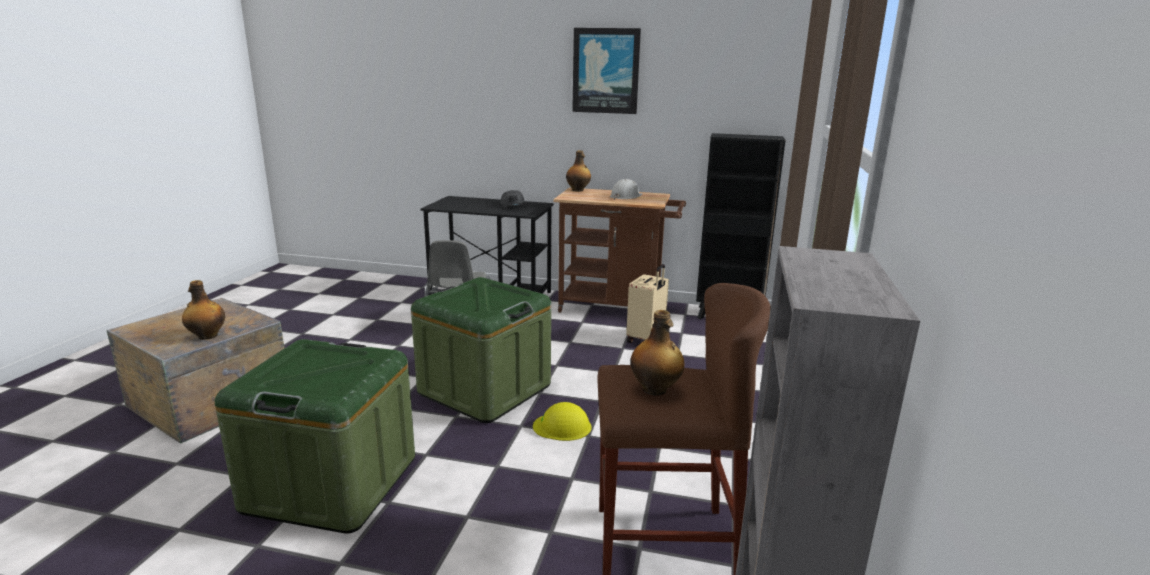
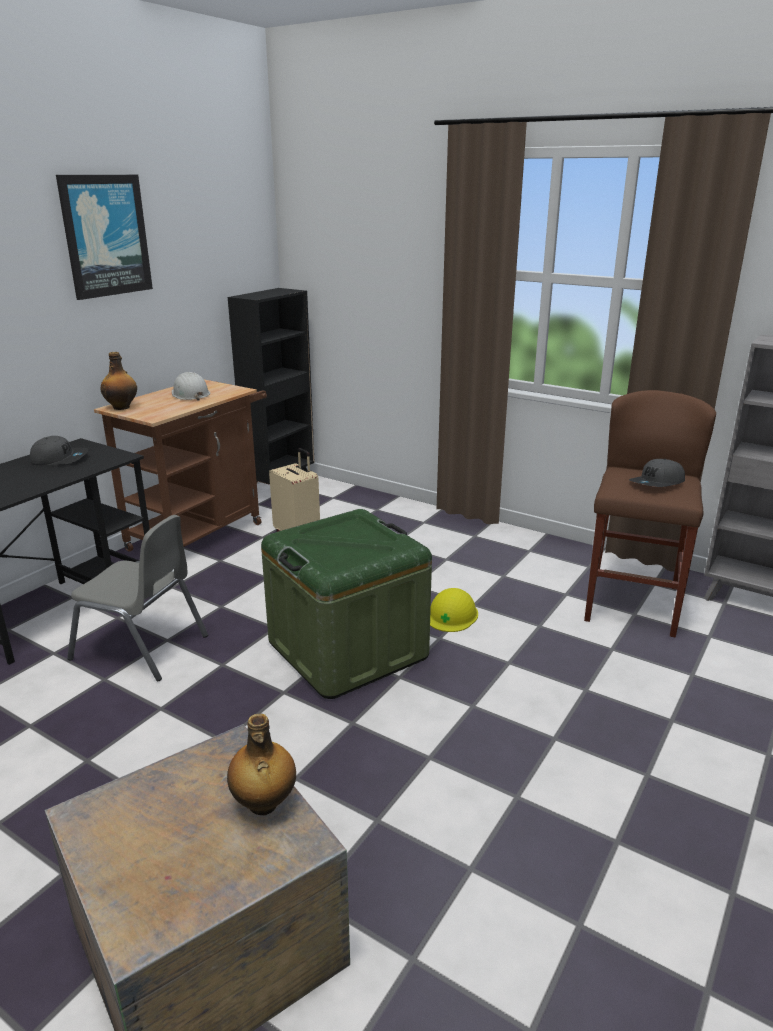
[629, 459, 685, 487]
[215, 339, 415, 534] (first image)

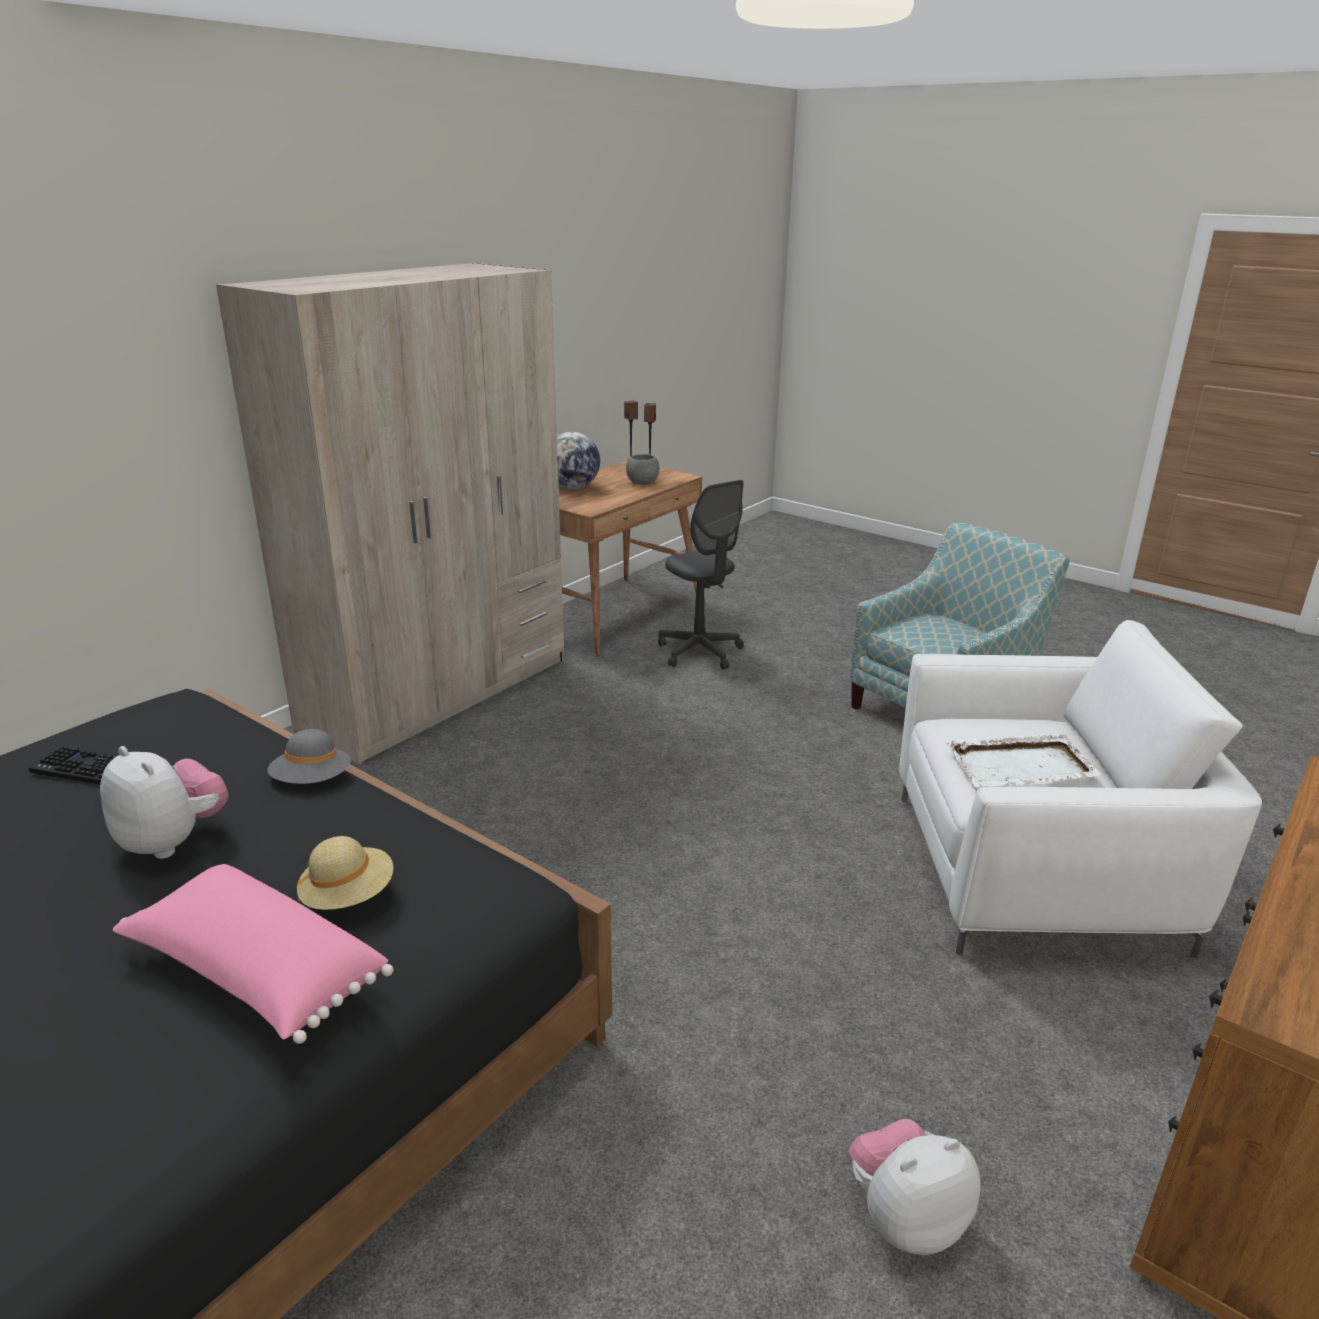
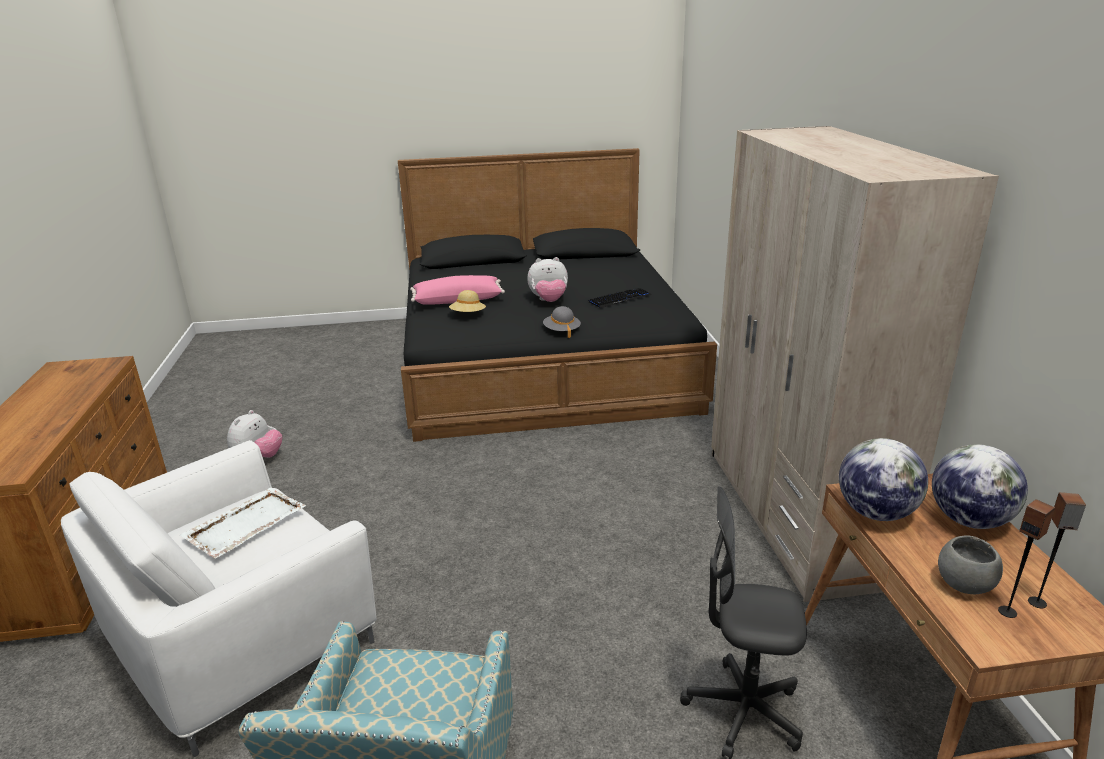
[839, 438, 928, 521]

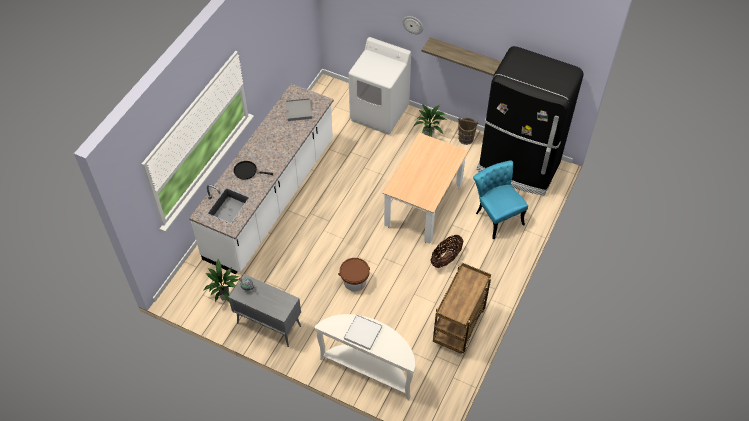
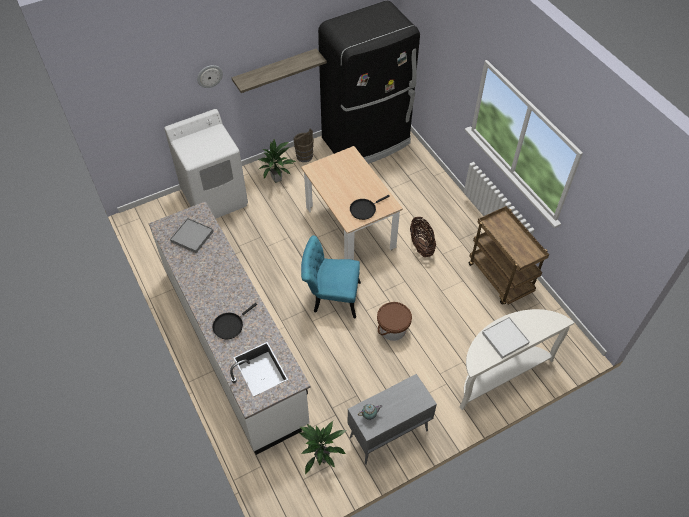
[301, 235, 361, 319]
[350, 195, 390, 220]

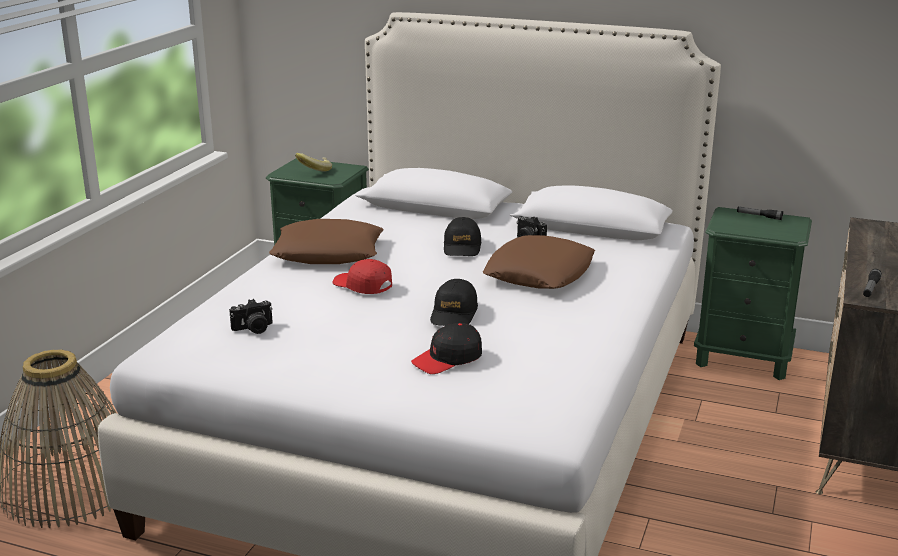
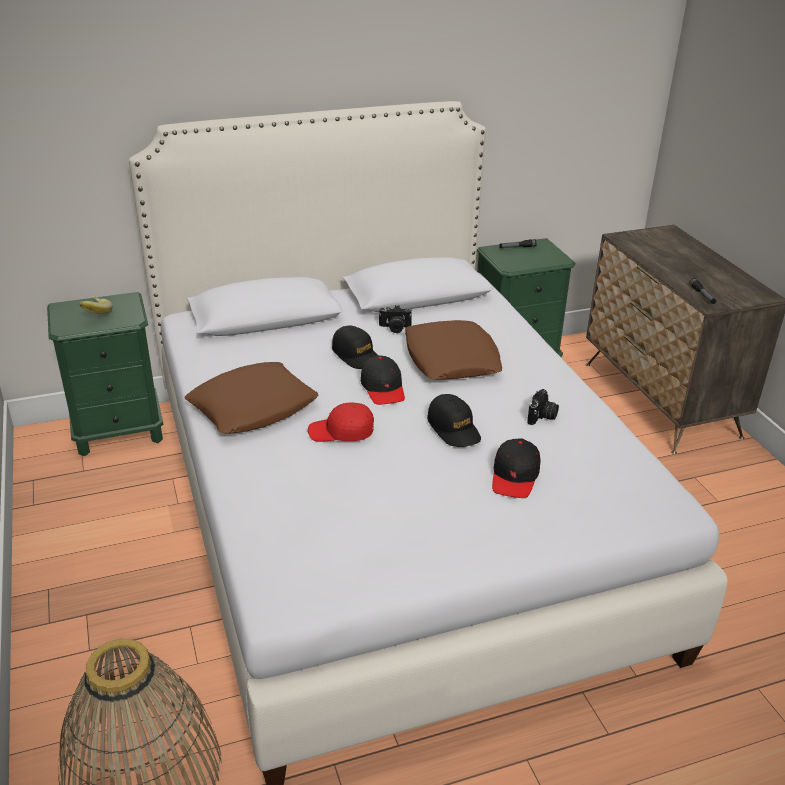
[527, 389, 559, 425]
[361, 355, 405, 405]

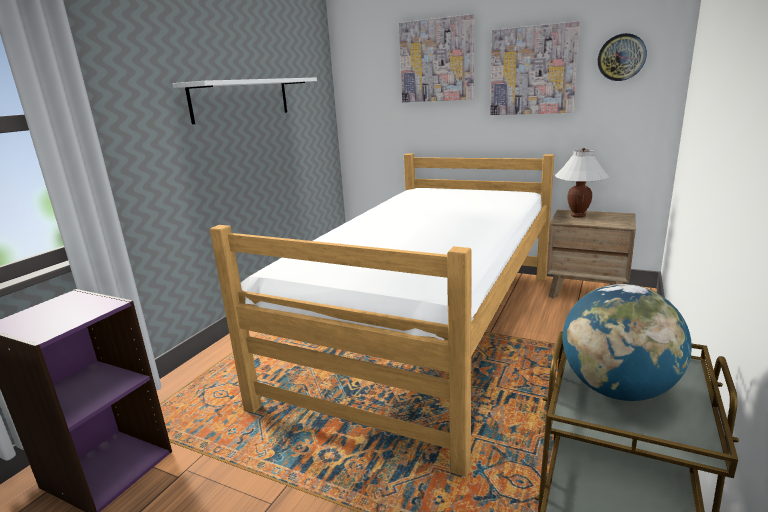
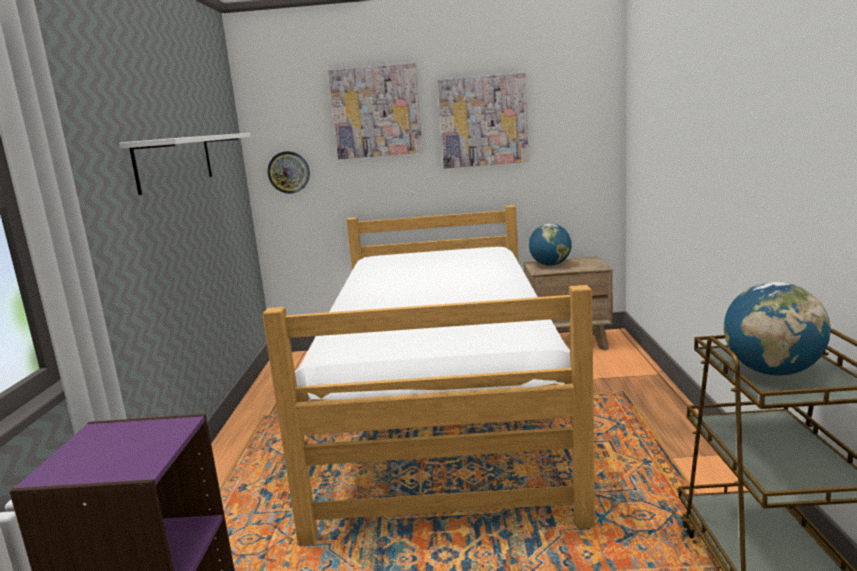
[267, 151, 310, 194]
[529, 224, 572, 266]

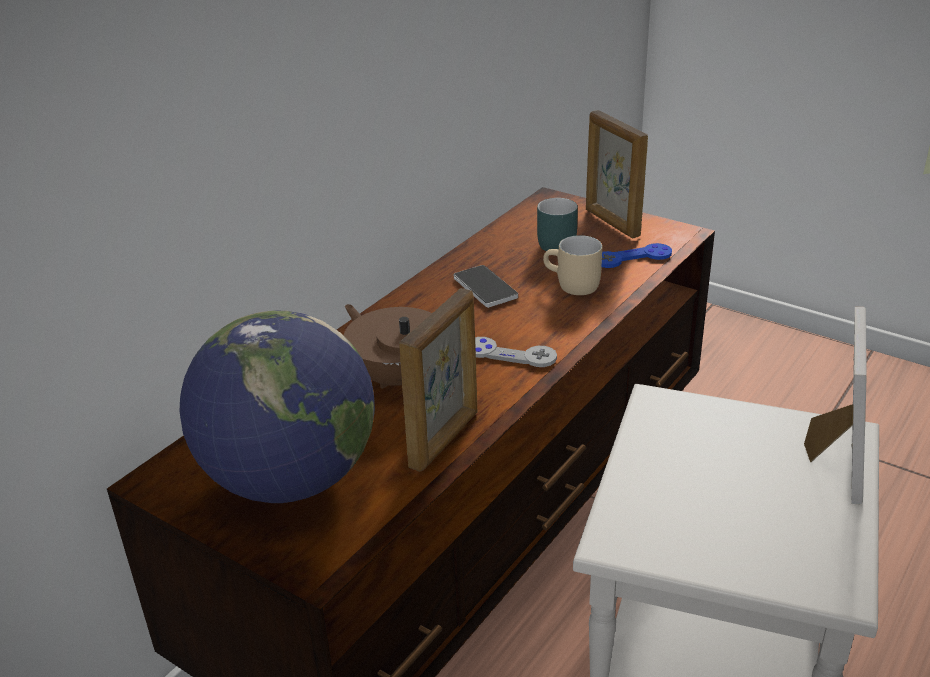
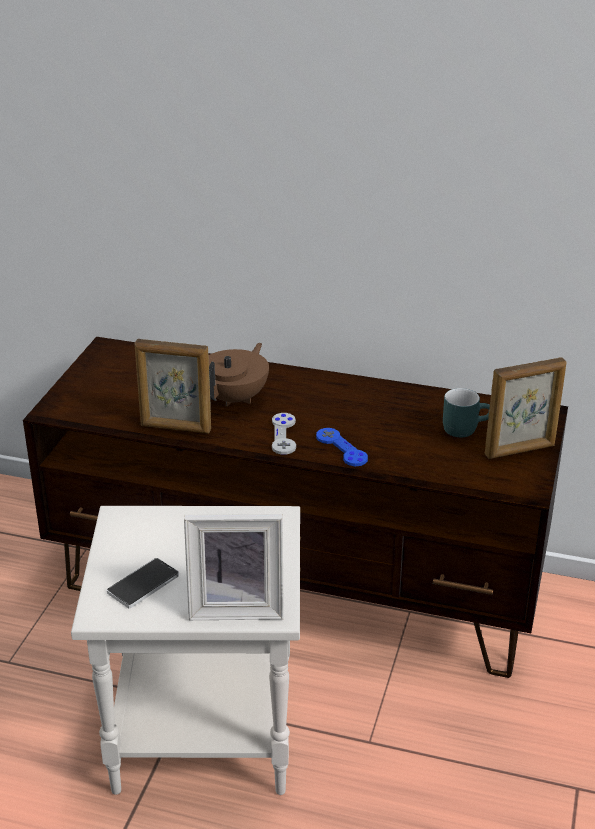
[485, 357, 566, 459]
[543, 235, 602, 295] (first image)
[316, 428, 368, 466]
[107, 558, 179, 608]
[180, 310, 375, 503] (first image)

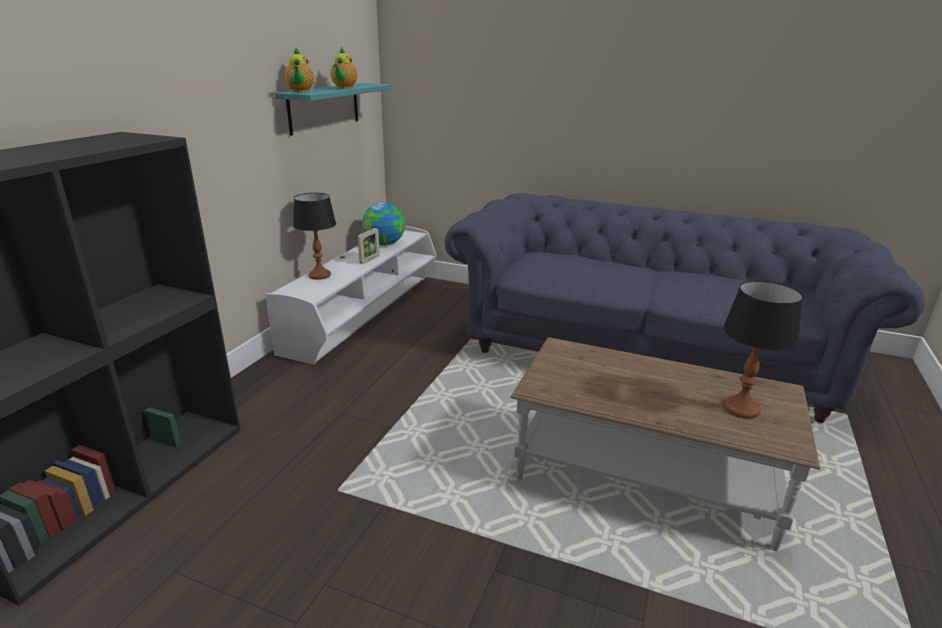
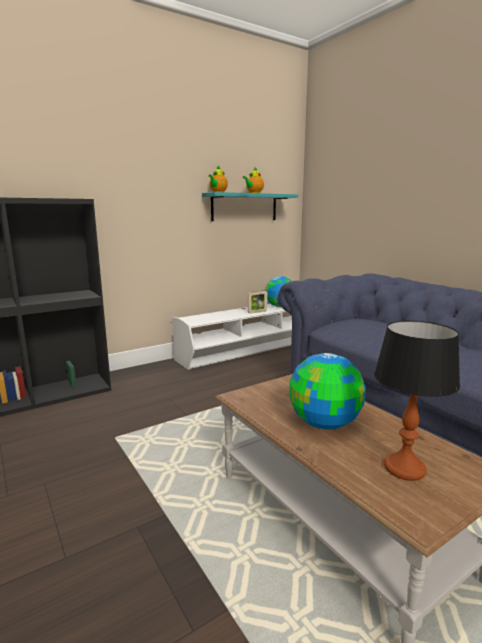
[293, 193, 336, 280] (first image)
[289, 353, 366, 429]

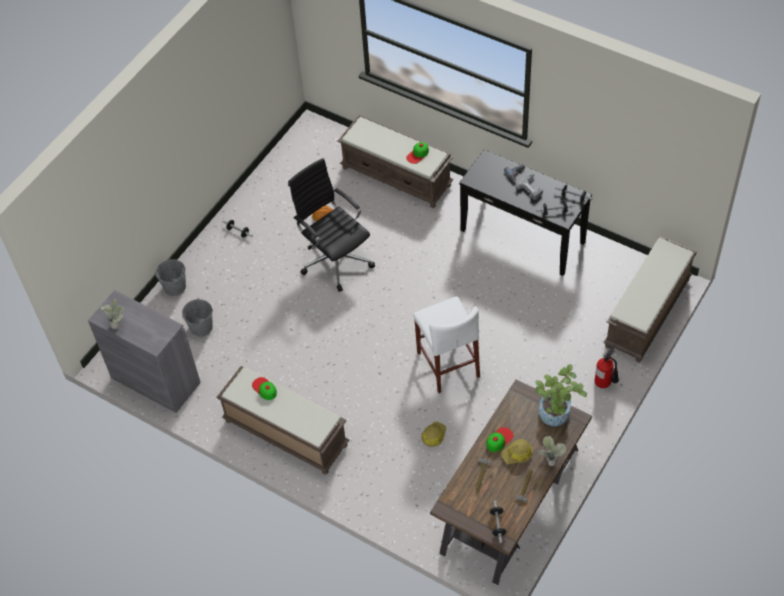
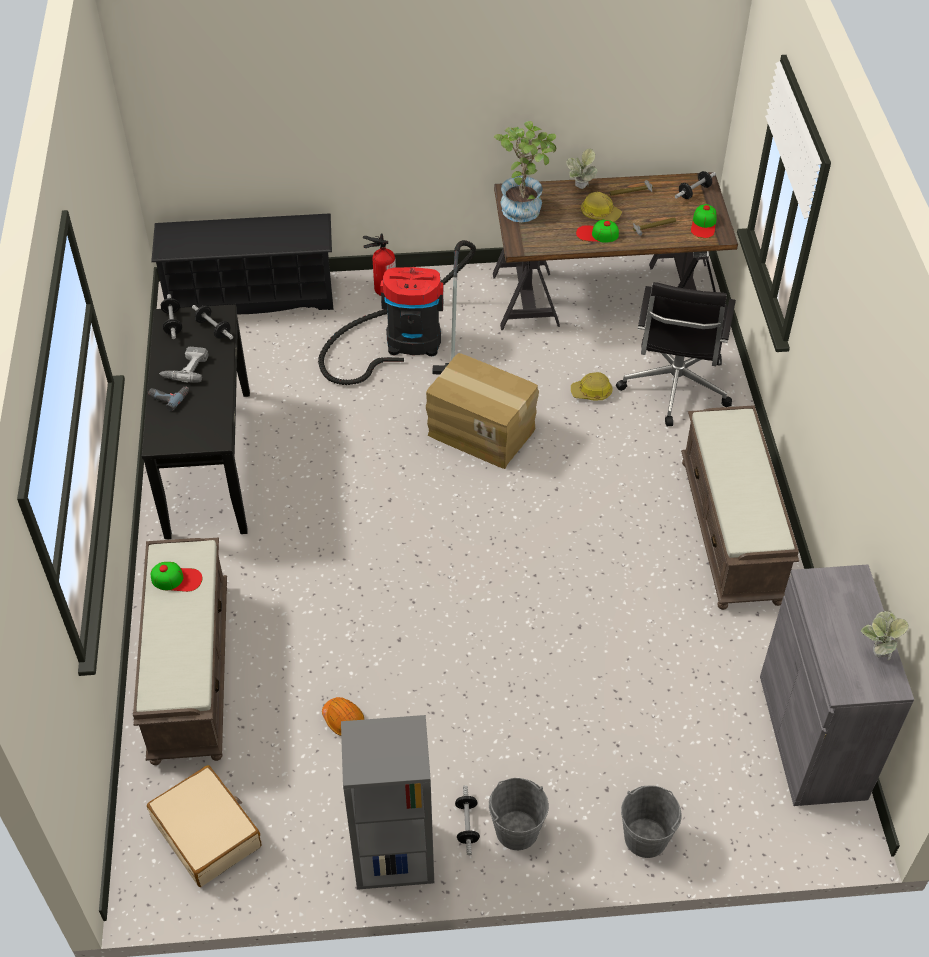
[616, 282, 736, 426]
[151, 213, 333, 314]
[426, 353, 539, 469]
[489, 778, 549, 850]
[691, 204, 717, 238]
[318, 240, 476, 385]
[341, 715, 434, 890]
[147, 765, 261, 887]

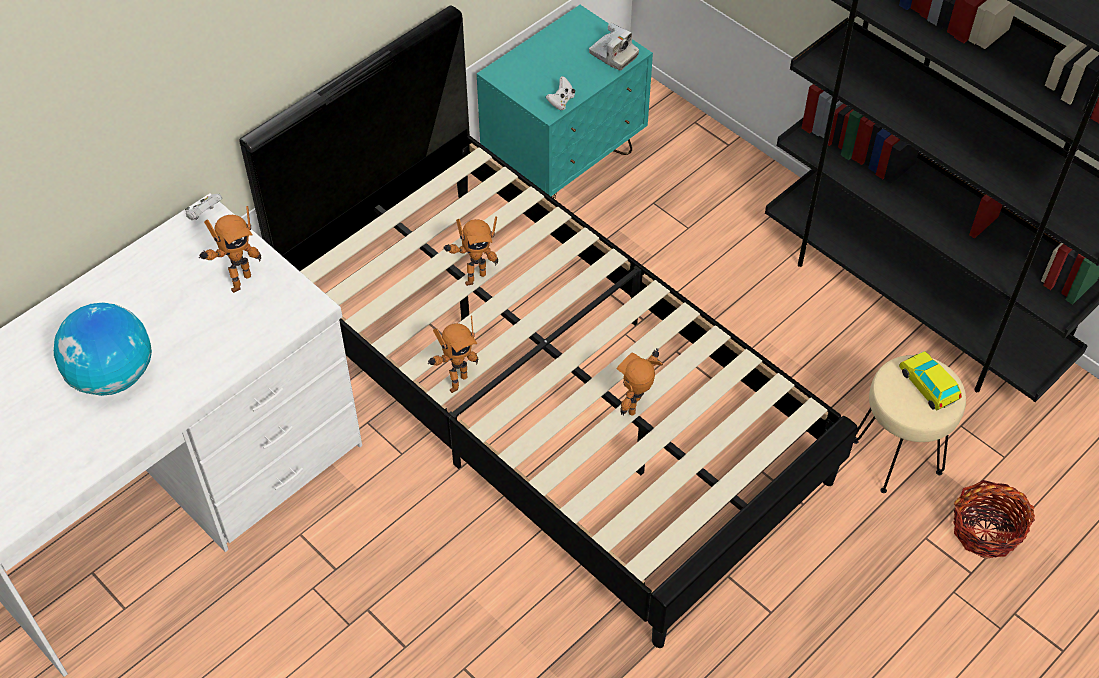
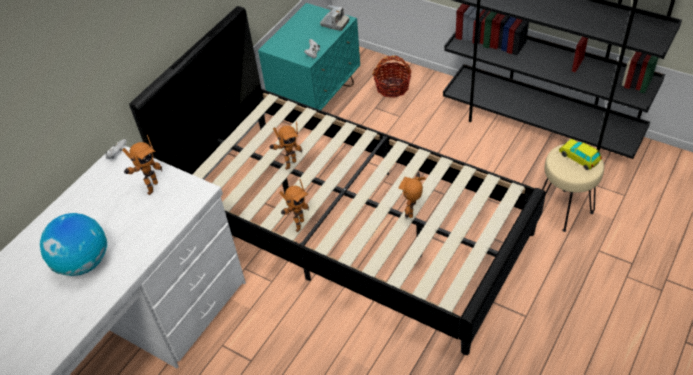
[372, 56, 412, 98]

